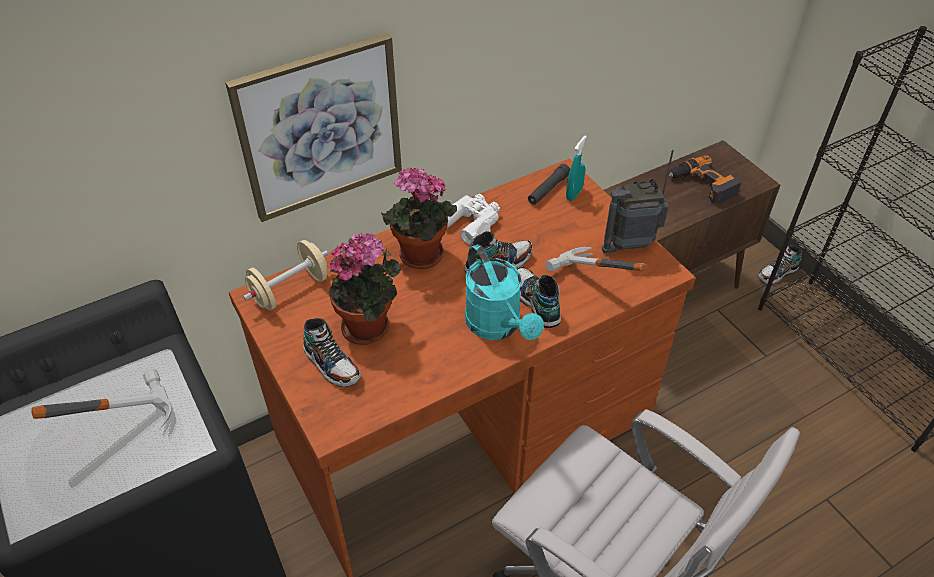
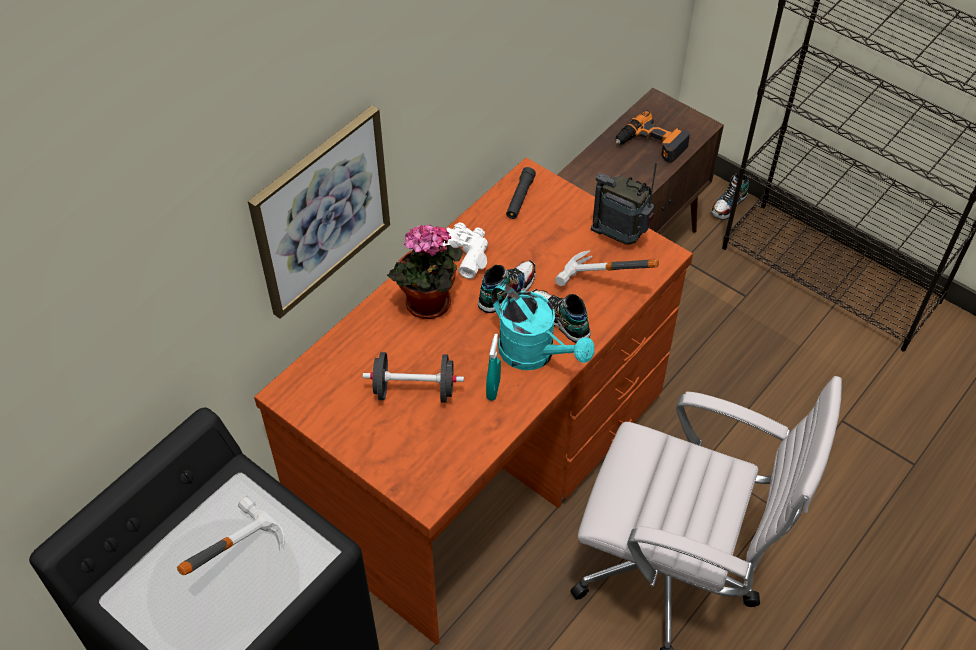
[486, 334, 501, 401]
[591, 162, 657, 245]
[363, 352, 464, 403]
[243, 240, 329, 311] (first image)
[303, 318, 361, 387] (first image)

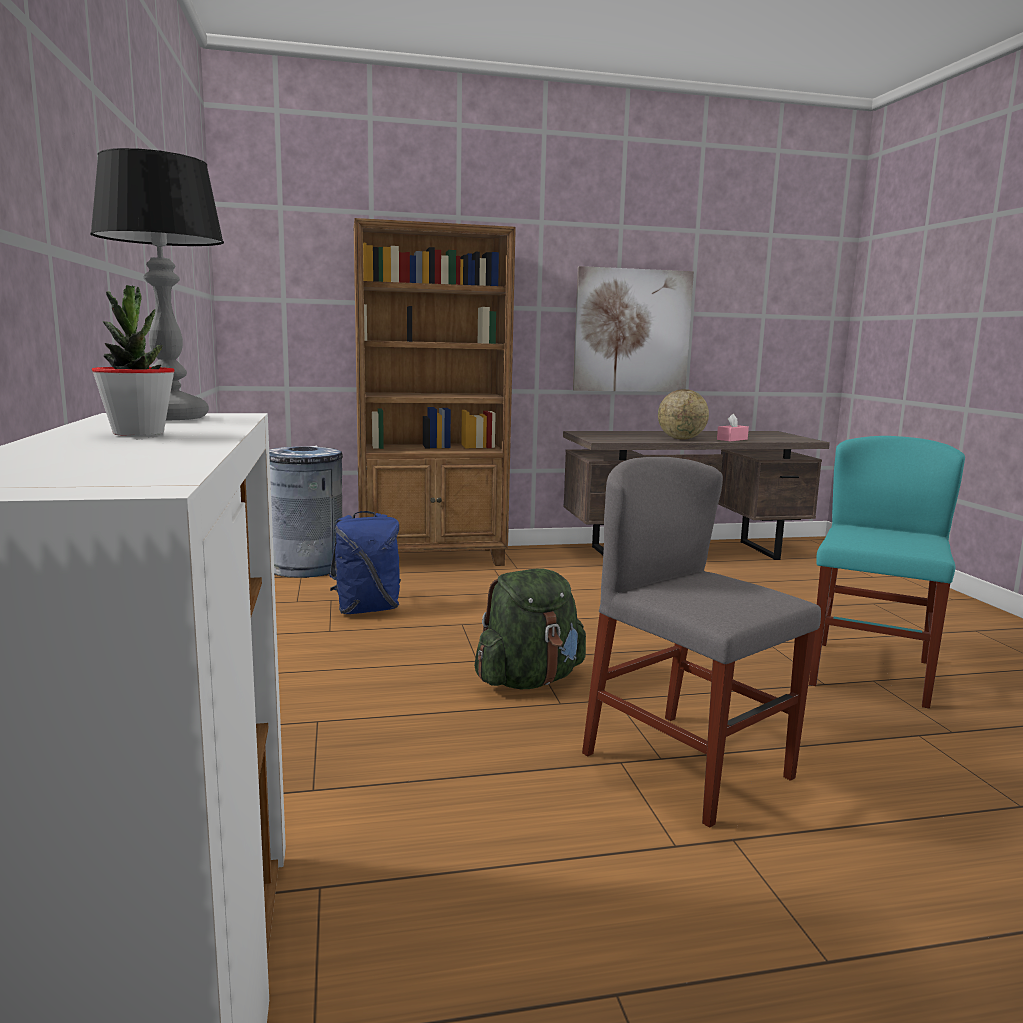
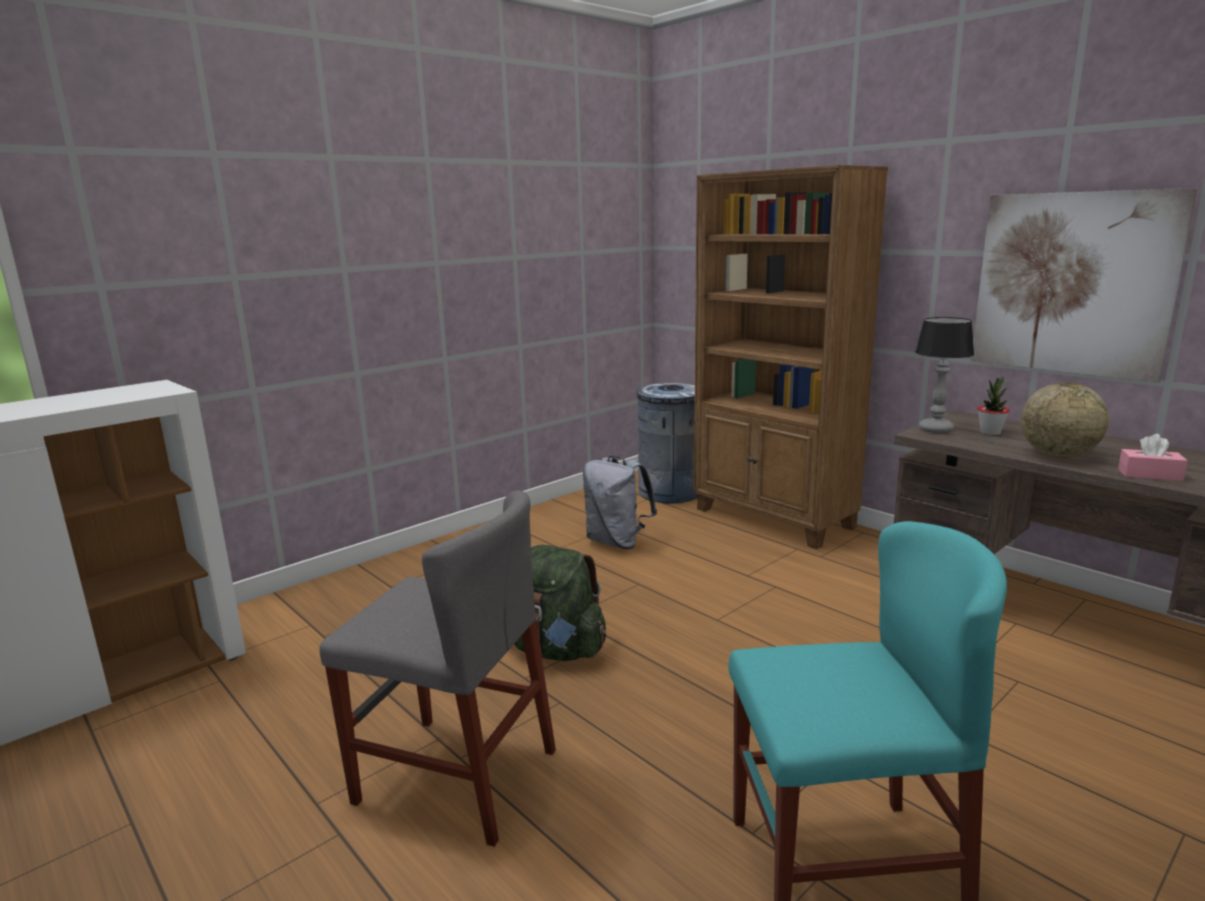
[915, 317, 974, 433]
[977, 376, 1010, 435]
[319, 490, 556, 847]
[583, 456, 657, 549]

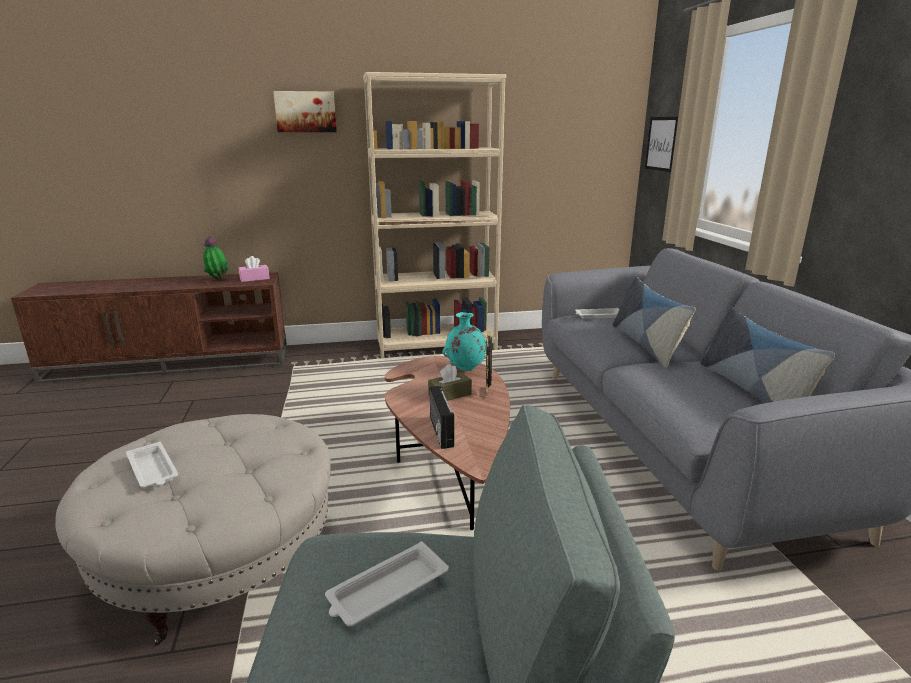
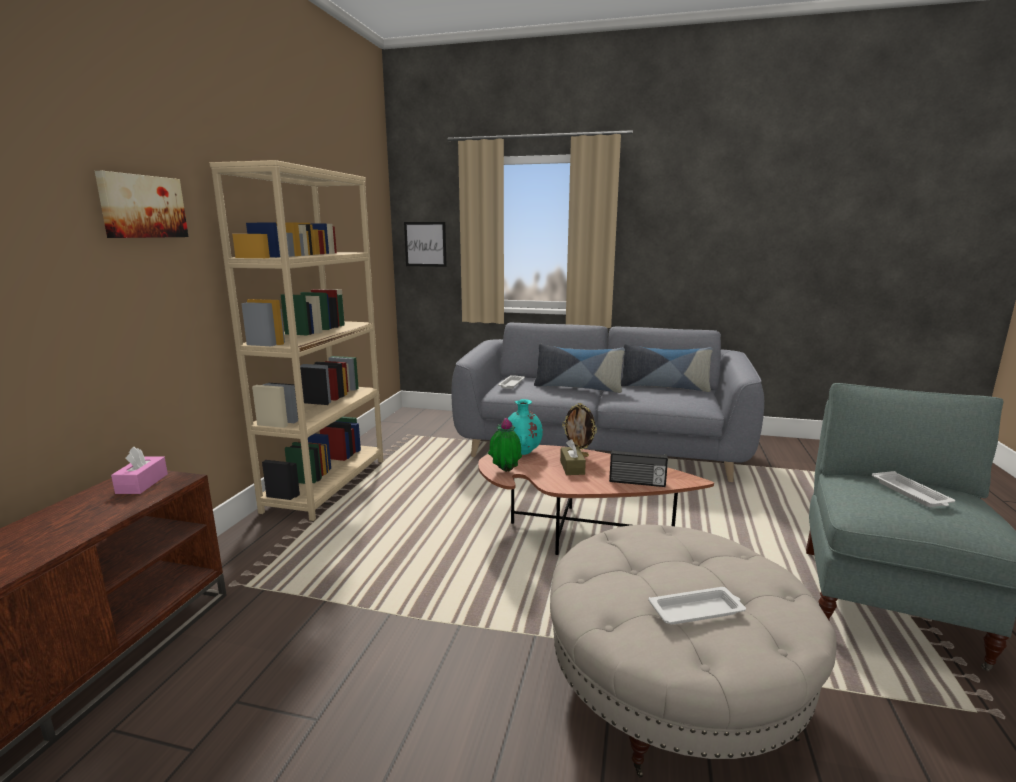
[488, 418, 522, 472]

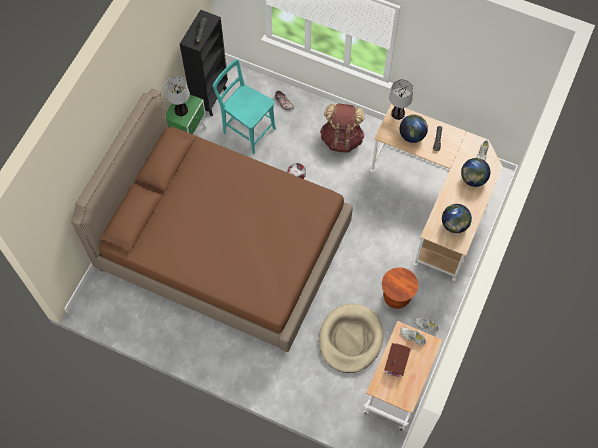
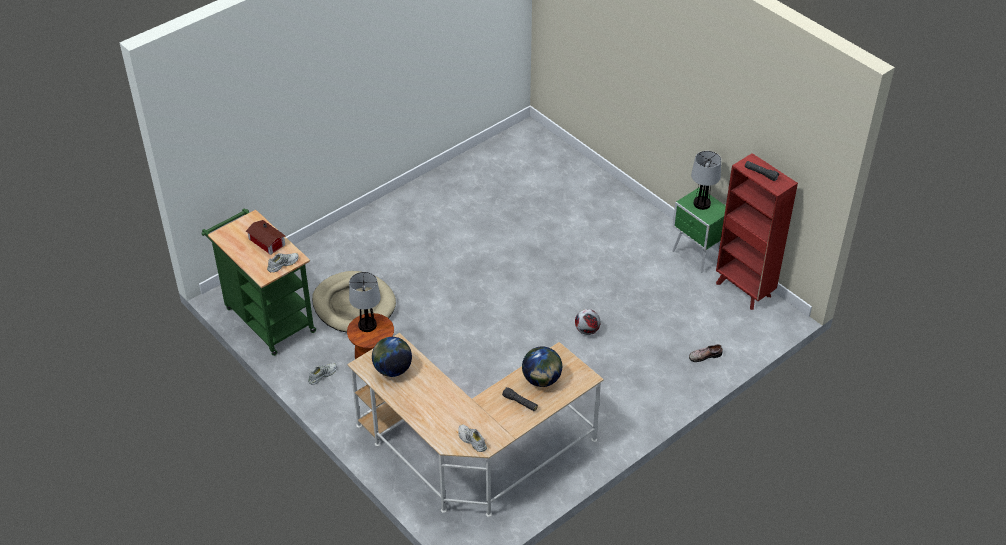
[716, 153, 798, 310]
[213, 59, 276, 154] (first image)
[349, 272, 381, 332]
[71, 89, 353, 352] (first image)
[320, 104, 365, 153] (first image)
[461, 158, 490, 187] (first image)
[201, 208, 316, 356]

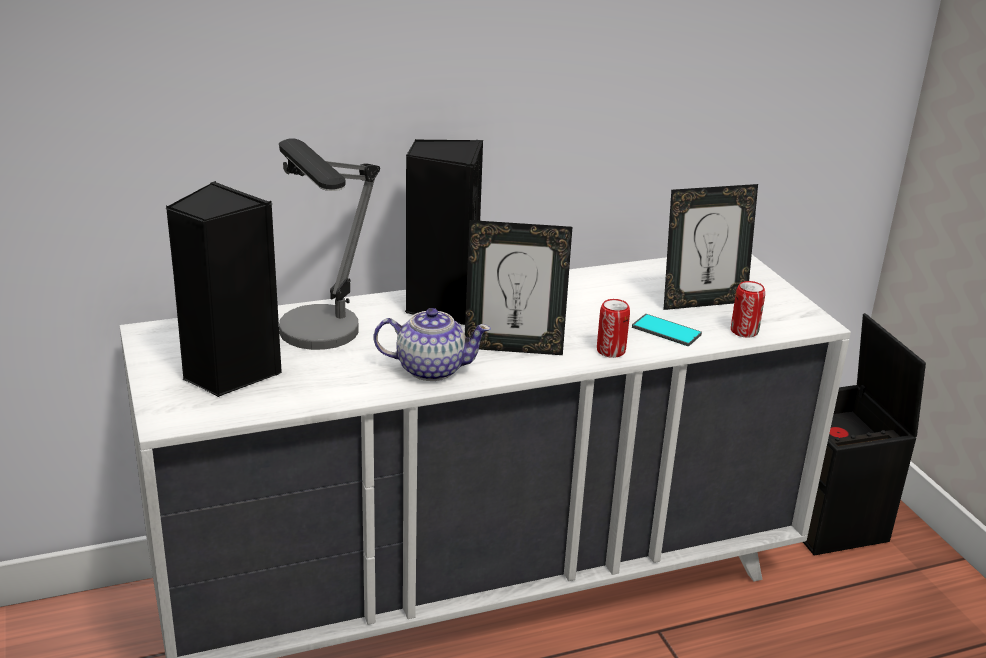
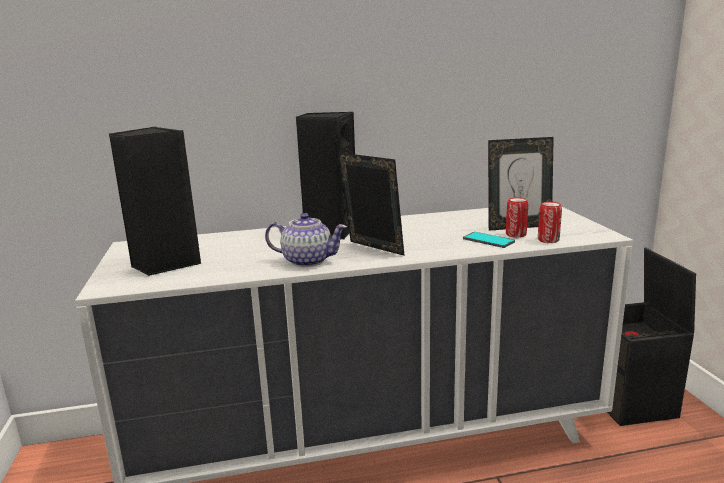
[279, 138, 380, 350] (first image)
[338, 152, 405, 256]
[506, 197, 528, 238]

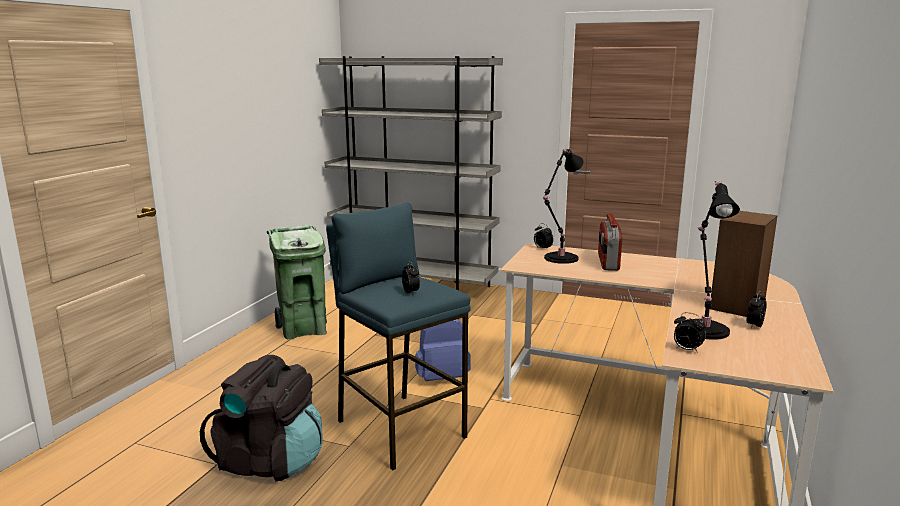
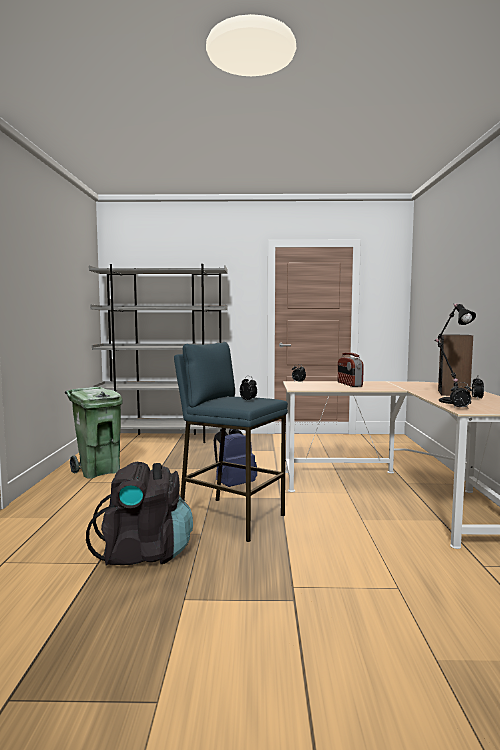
[543, 149, 583, 264] (first image)

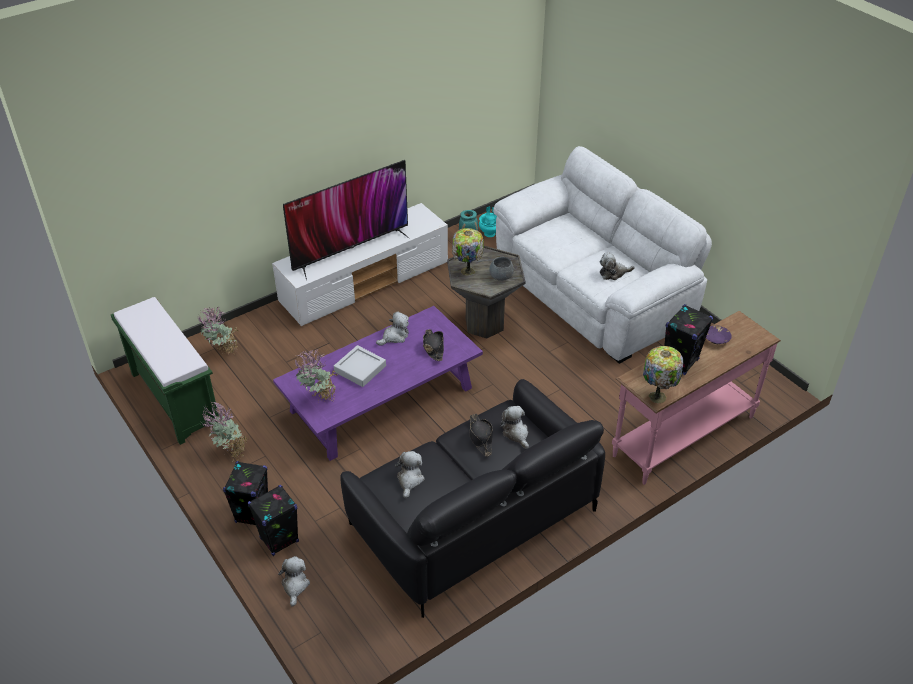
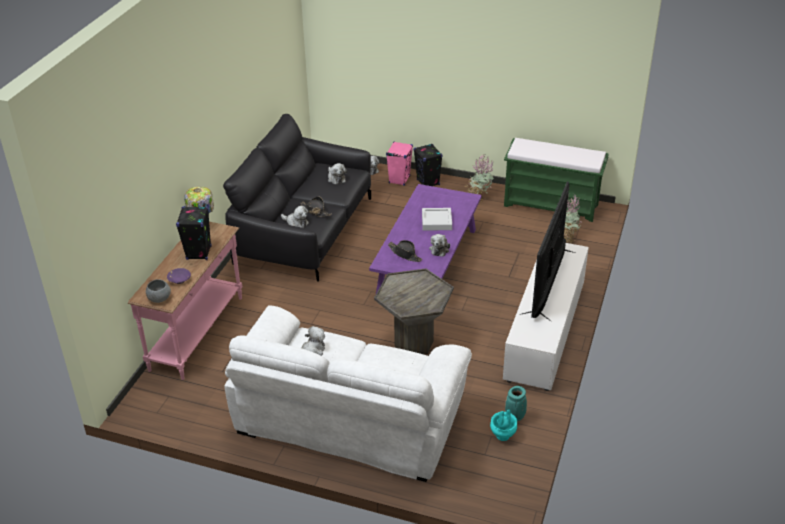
[452, 228, 484, 275] (first image)
[146, 279, 171, 303]
[295, 349, 338, 403] (first image)
[386, 141, 413, 186]

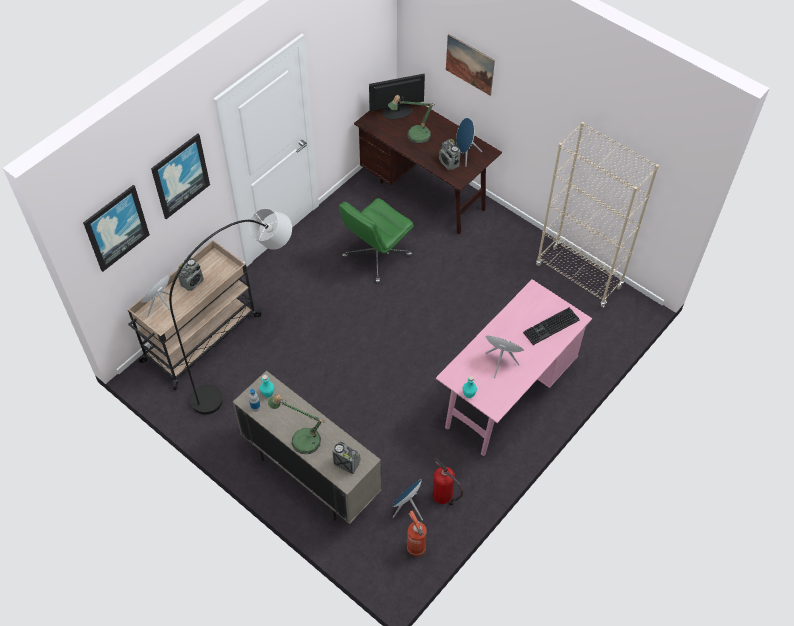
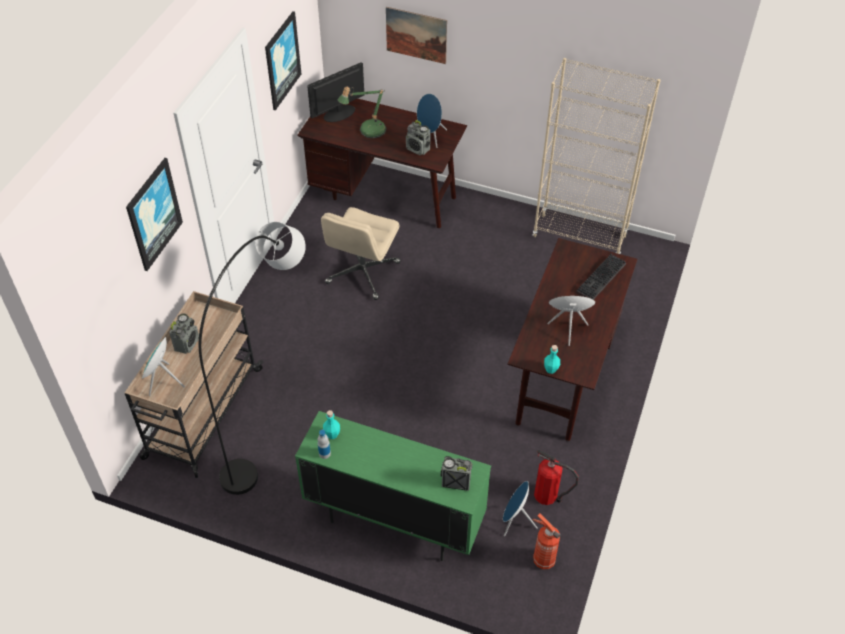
[265, 11, 301, 110]
[321, 207, 401, 300]
[508, 238, 637, 441]
[295, 411, 491, 561]
[268, 394, 325, 454] (first image)

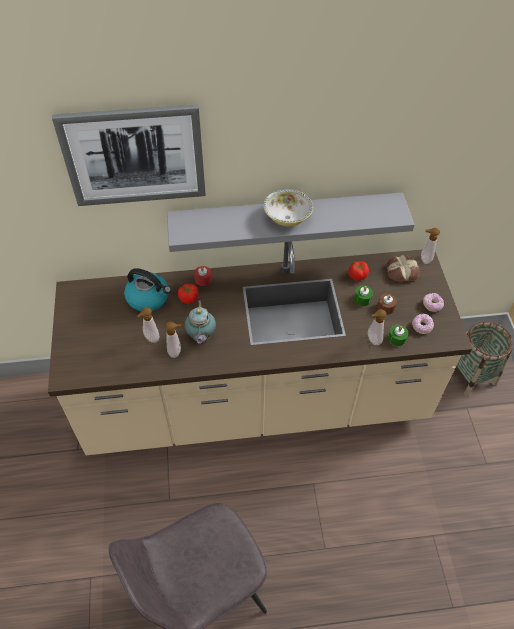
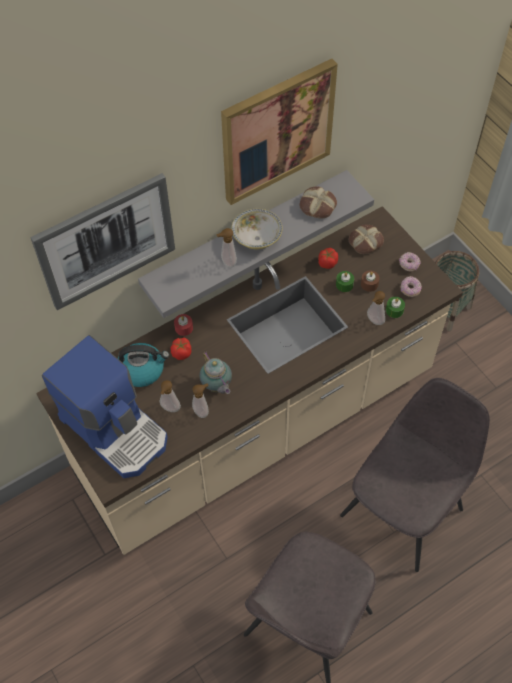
[216, 228, 237, 268]
[221, 59, 338, 205]
[299, 186, 337, 219]
[42, 335, 168, 478]
[340, 378, 490, 572]

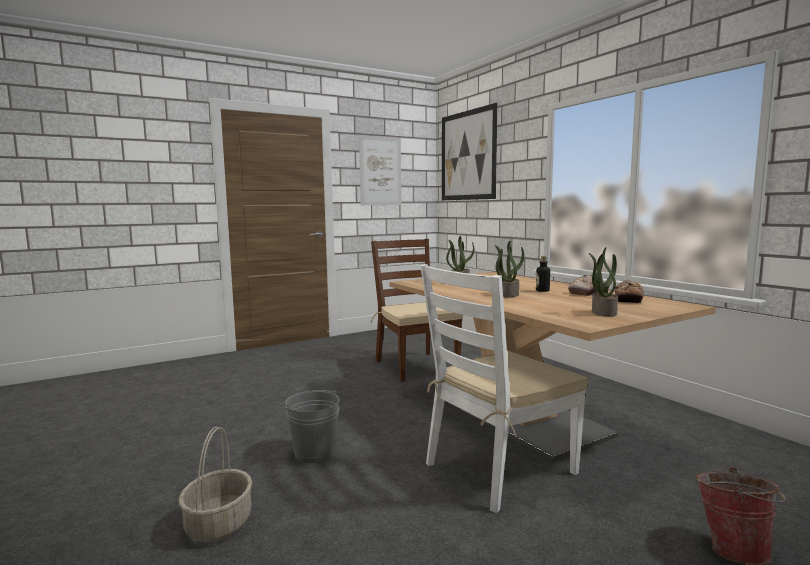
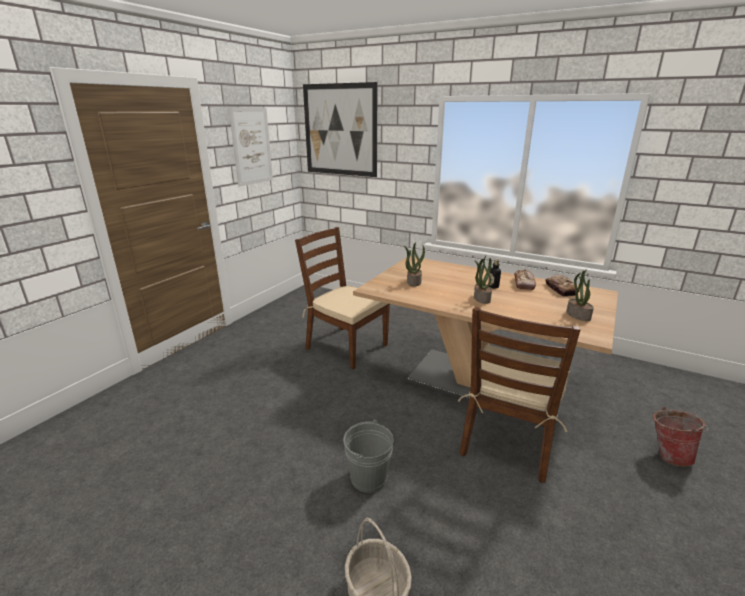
[458, 307, 580, 483]

